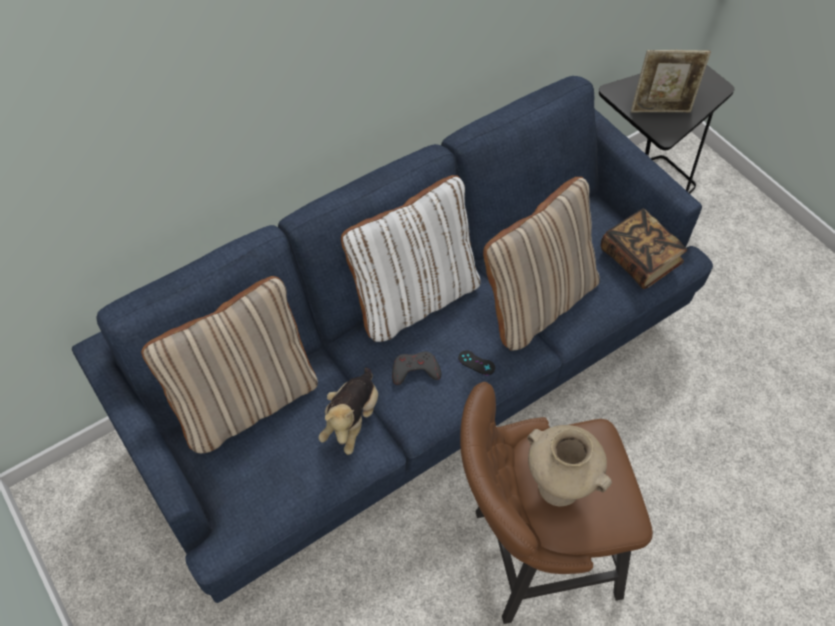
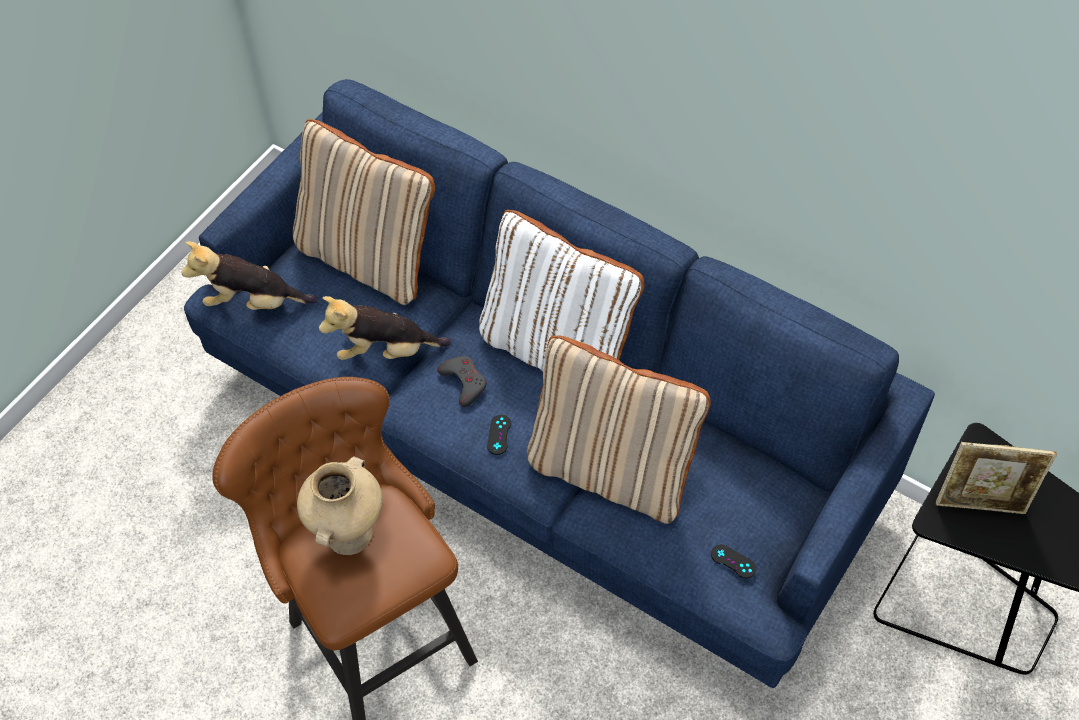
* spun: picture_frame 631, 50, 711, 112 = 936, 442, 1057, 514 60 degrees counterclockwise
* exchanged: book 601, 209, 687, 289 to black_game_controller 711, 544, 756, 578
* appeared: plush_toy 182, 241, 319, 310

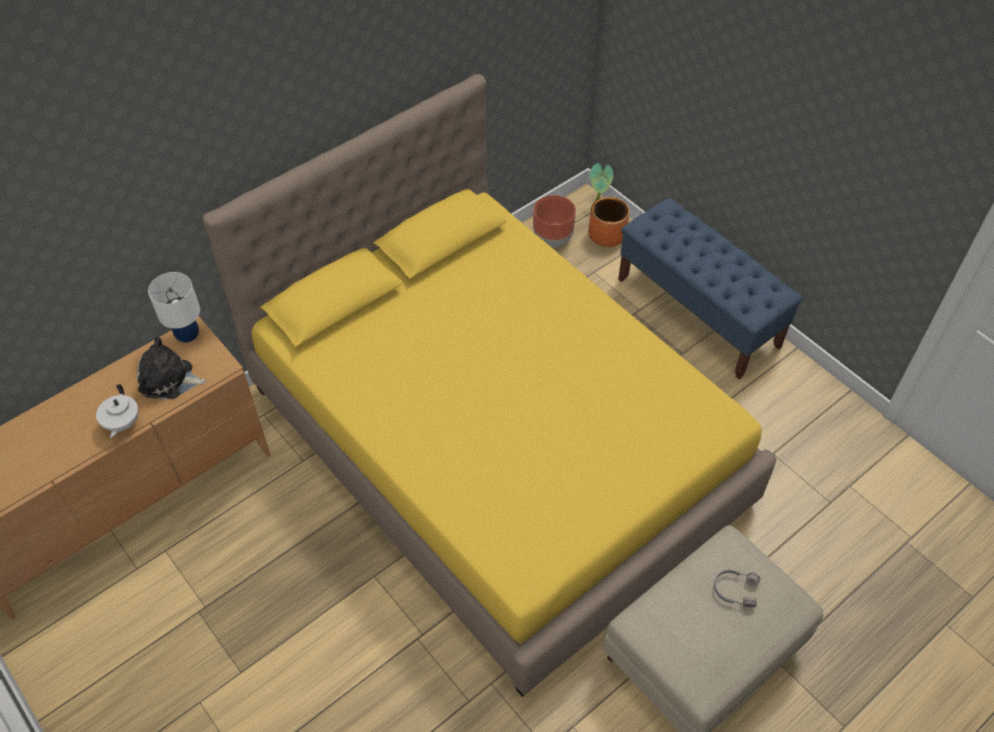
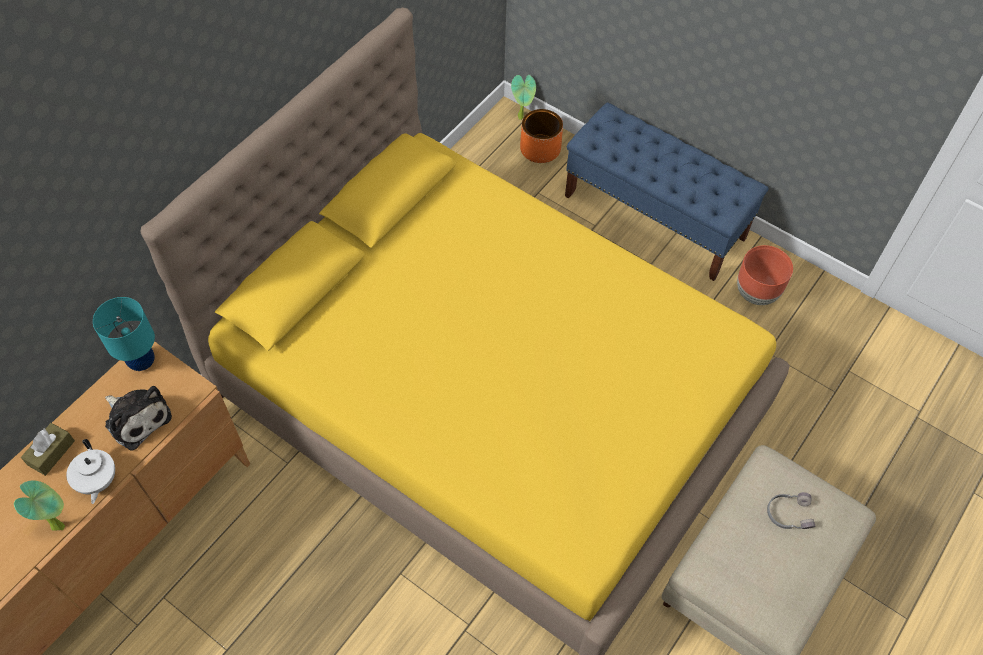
* relocated: brown_planter 533, 195, 576, 248 to 737, 245, 793, 305
* colour: white_table_lamp 148, 272, 200, 342 to turquoise_table_lamp 93, 297, 155, 371
* spun: plush_toy 136, 337, 207, 399 = 105, 386, 172, 451 135 degrees counterclockwise
* appeared: brown_tissue_box 21, 423, 75, 476
* appeared: potted_plant 14, 481, 65, 531

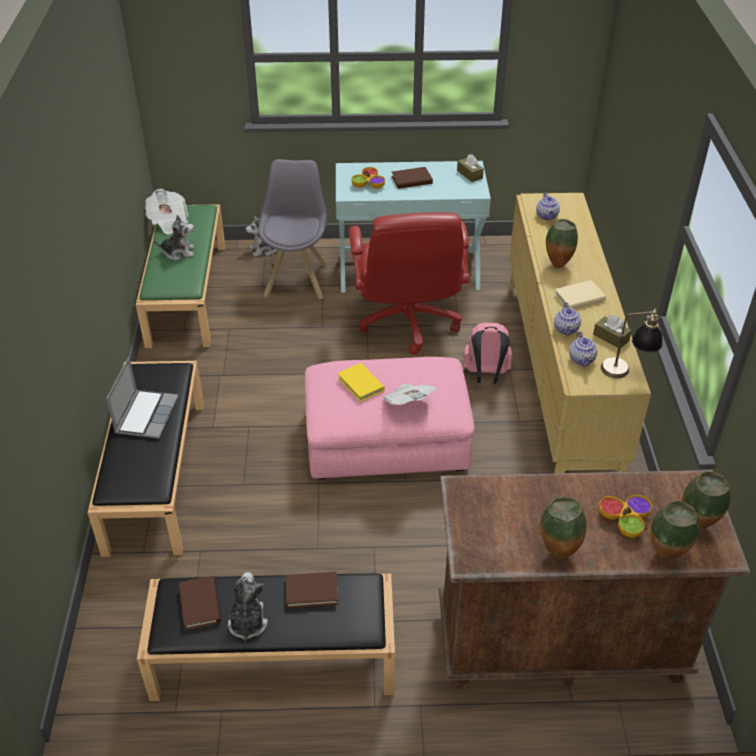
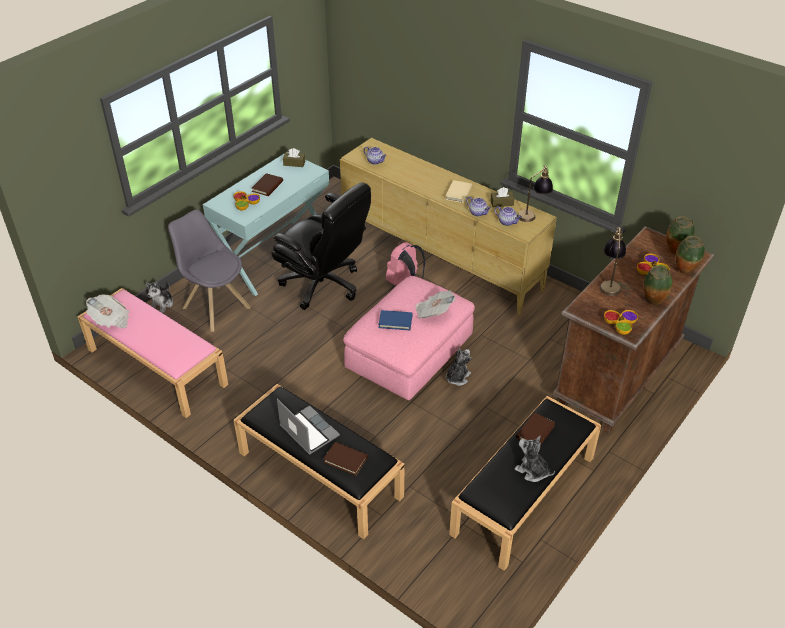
* colour: green_bench 136, 204, 225, 348 to pink_bench 78, 288, 228, 418
* colour: red_office_chair 349, 212, 469, 355 to black_office_chair 272, 182, 371, 310
* relocated: plush_toy 154, 215, 194, 260 to 446, 348, 472, 386
* missing: vase 546, 219, 578, 268
* colour: yellow_book 337, 363, 385, 402 to blue_book 379, 310, 413, 330
* relocated: brown_book 179, 576, 221, 630 to 323, 442, 368, 476
* appeared: table_lamp 599, 227, 626, 296
* appeared: bowl 604, 310, 638, 335

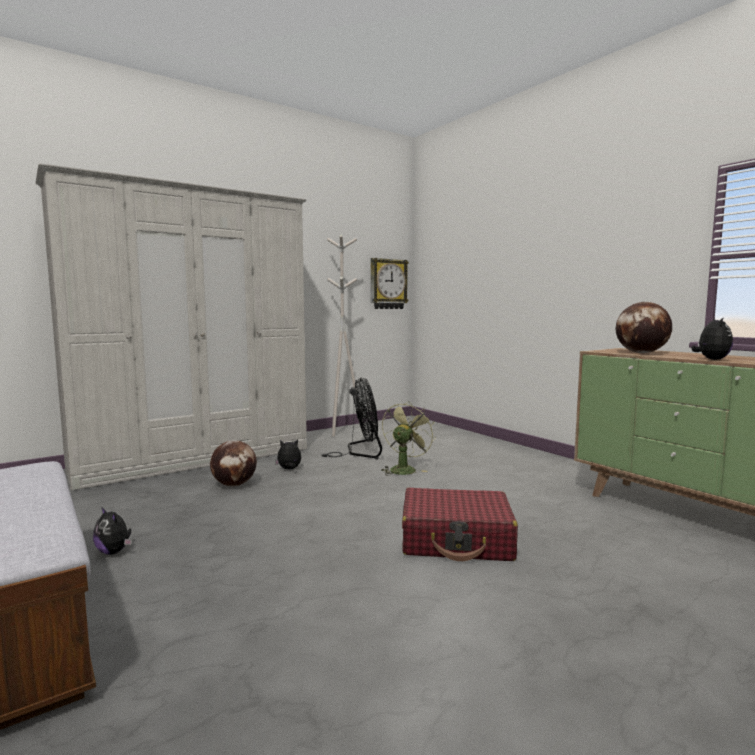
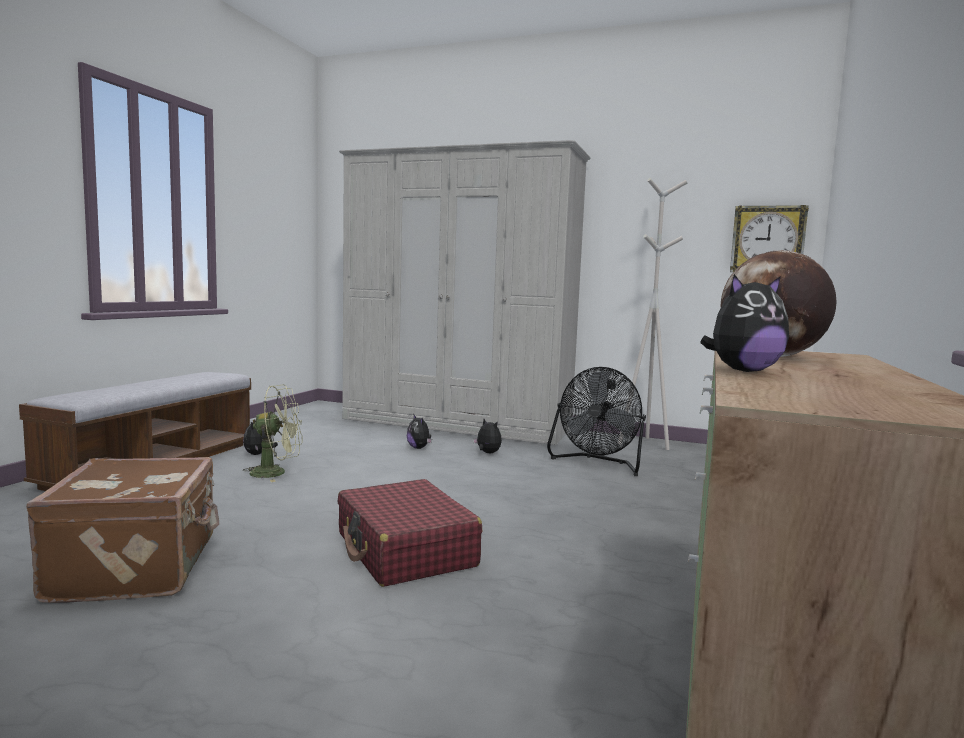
* spun: black_fan 321, 378, 382, 460 = 547, 367, 646, 476 75 degrees clockwise
* relocated: green_fan 381, 401, 436, 476 to 242, 385, 303, 482
* exchanged: globe 210, 440, 257, 486 to plush_toy 407, 415, 432, 449
* appeared: brown_suitcase 26, 457, 219, 603

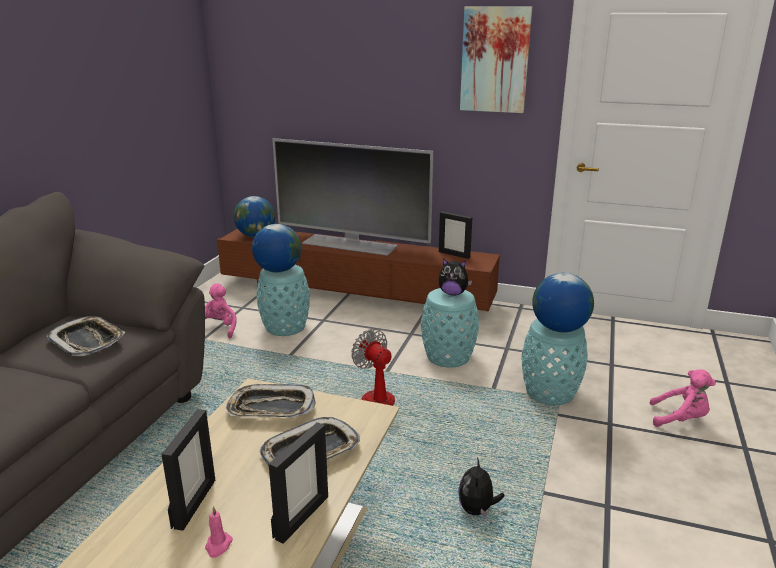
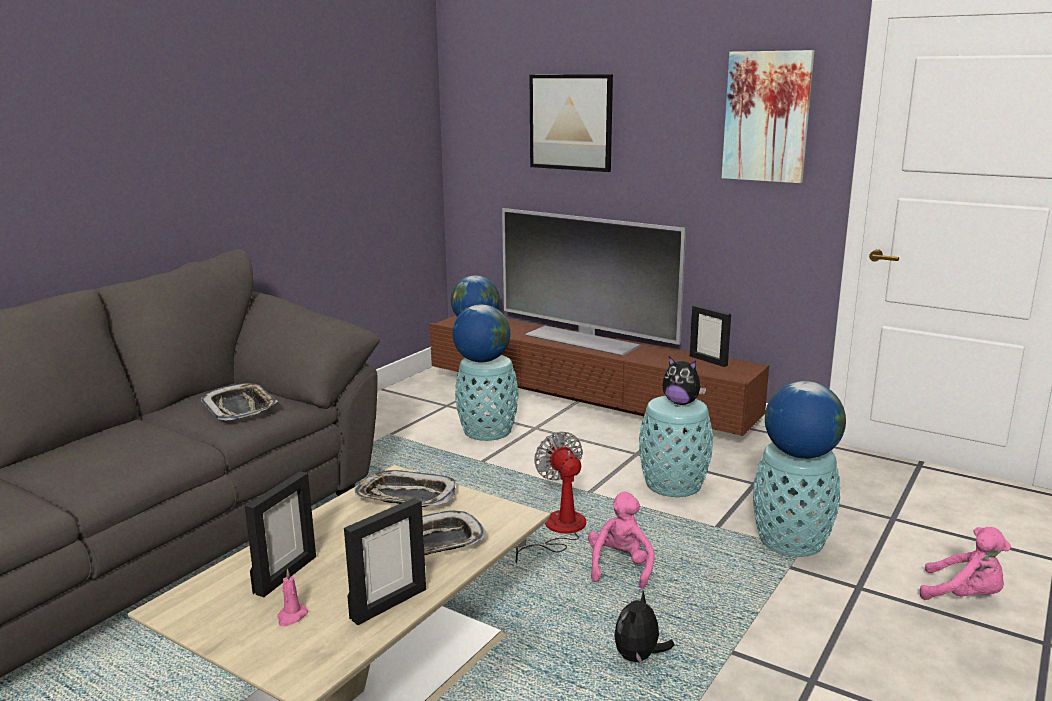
* relocated: pink_plush_toy 205, 283, 237, 338 to 588, 492, 654, 589
* appeared: picture 530, 74, 613, 172

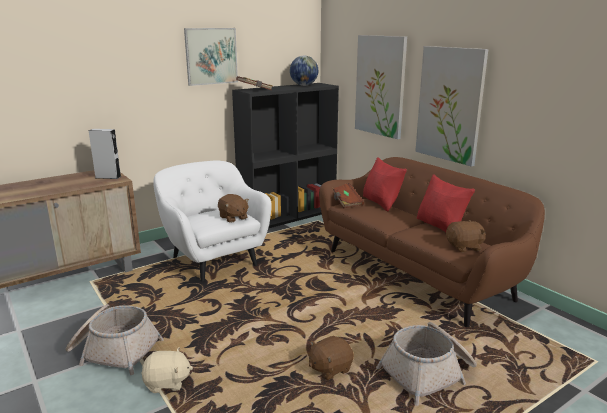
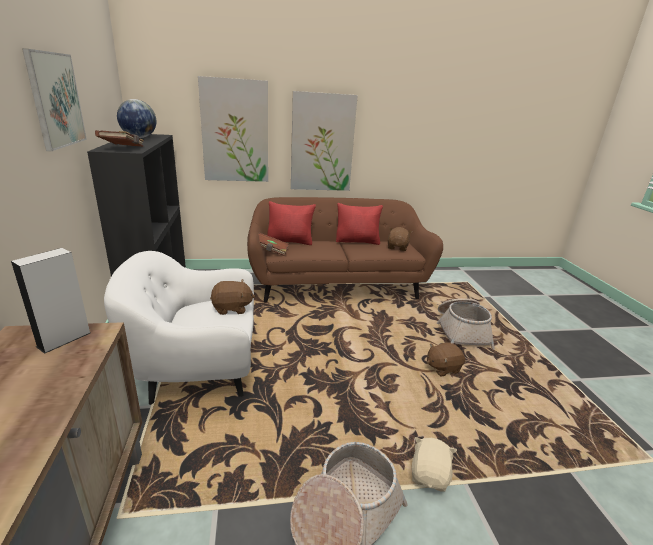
* spun: brown_plush_toy 309, 336, 354, 380 = 427, 342, 465, 377 75 degrees clockwise

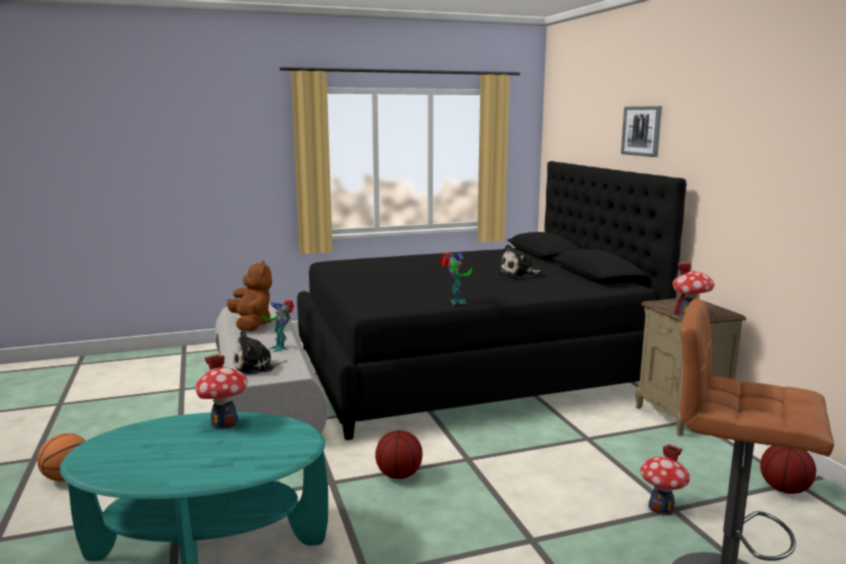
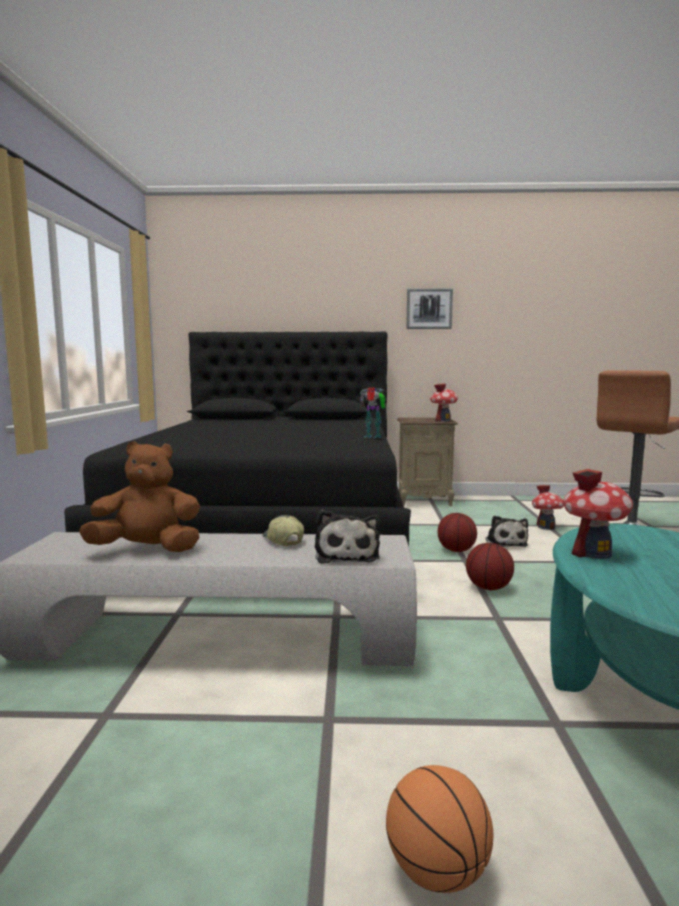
* relocated: picture 621, 106, 662, 157 to 406, 288, 453, 329
* relocated: plush_toy 499, 244, 540, 278 to 485, 515, 528, 547
* exchanged: toy_robot 263, 300, 294, 352 to cap 262, 515, 304, 546
* relocated: basketball 760, 446, 816, 494 to 438, 513, 477, 552

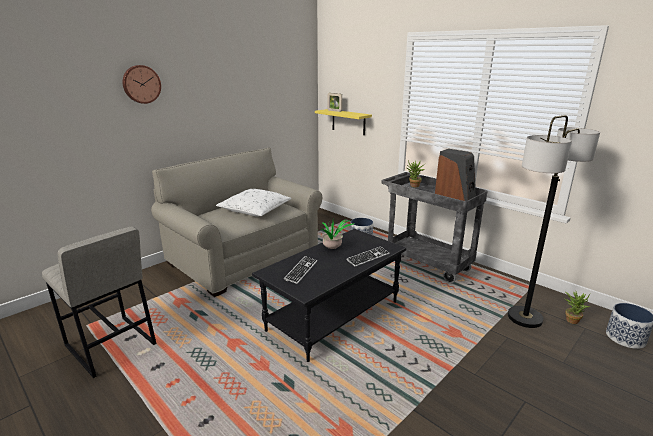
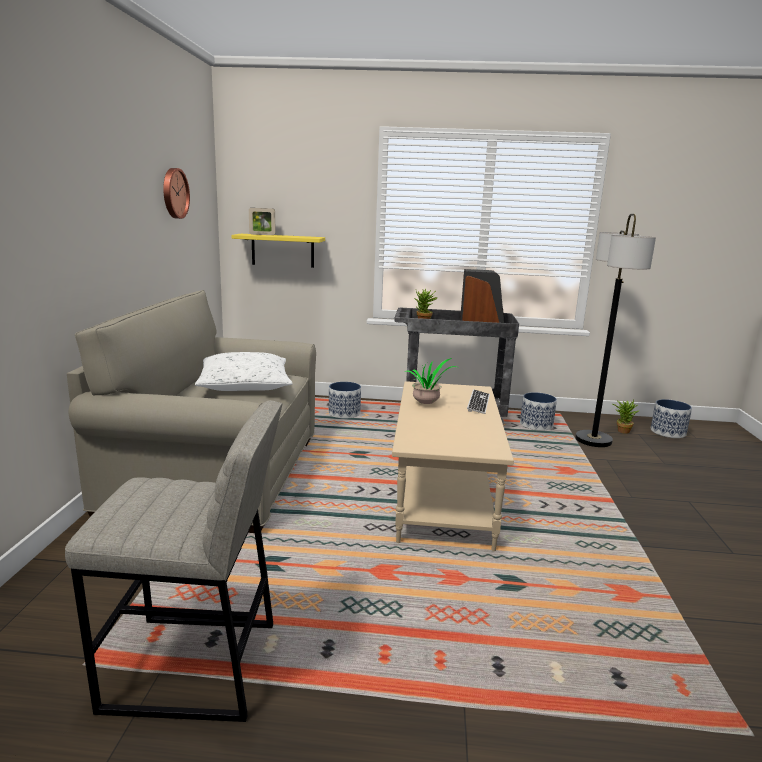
* relocated: wall_clock 123, 65, 161, 104 to 163, 168, 190, 219
* colour: black_coffee_table 252, 229, 406, 362 to beige_coffee_table 392, 381, 514, 551
* missing: keyboard 284, 256, 317, 284
* appeared: planter 520, 392, 557, 430

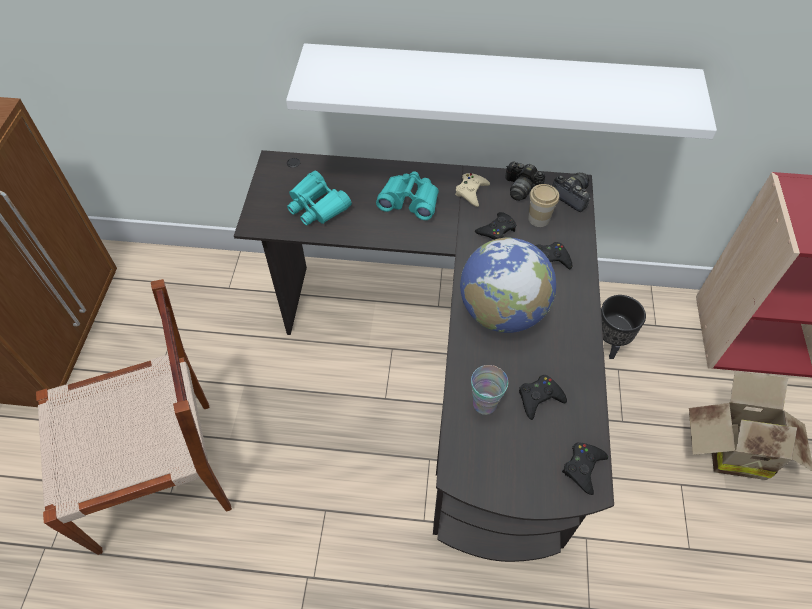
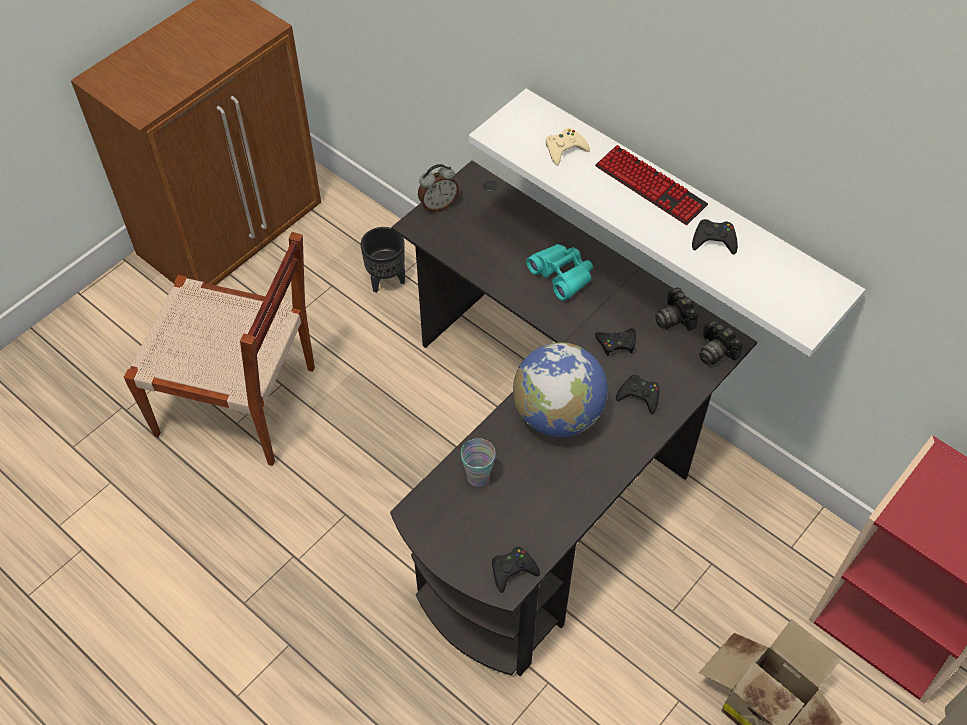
* missing: turquoise_binoculars 287, 171, 352, 225
* relocated: beige_game_controller 455, 173, 490, 207 to 546, 128, 590, 166
* spun: photo_camera 552, 173, 591, 212 = 699, 320, 743, 365 150 degrees clockwise
* missing: cup 528, 184, 559, 227
* relocated: black_planter 601, 295, 646, 359 to 361, 227, 405, 293
* relocated: black_game_controller 519, 375, 567, 420 to 692, 219, 738, 255
* appeared: keyboard 595, 145, 708, 225
* appeared: alarm_clock 418, 164, 459, 212

